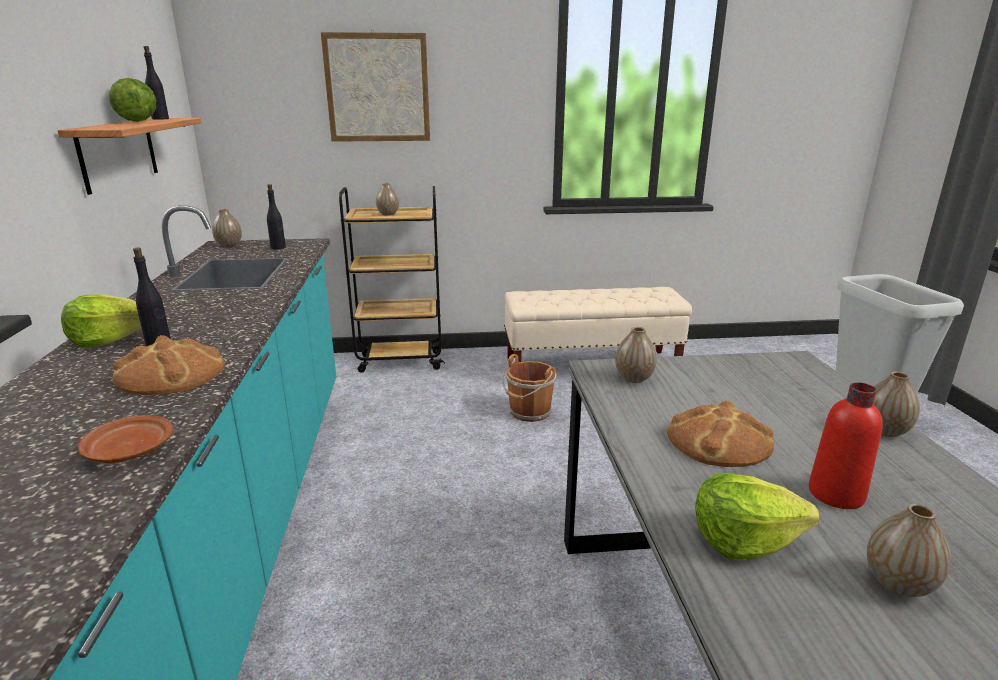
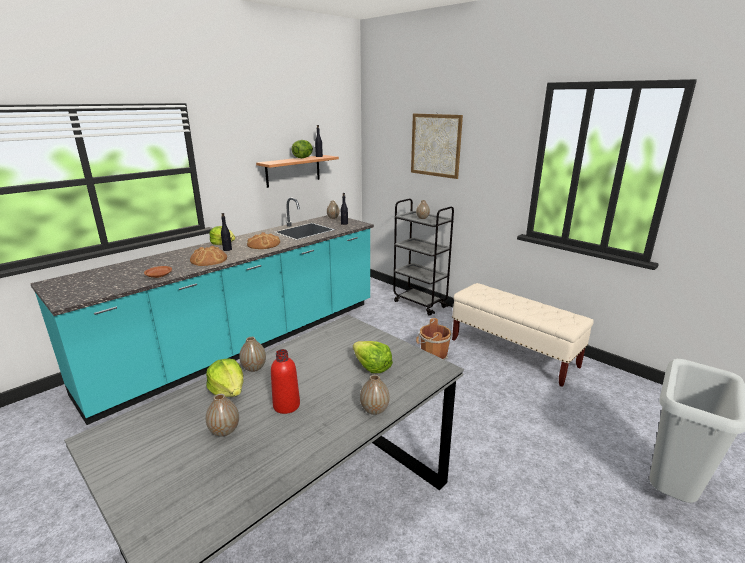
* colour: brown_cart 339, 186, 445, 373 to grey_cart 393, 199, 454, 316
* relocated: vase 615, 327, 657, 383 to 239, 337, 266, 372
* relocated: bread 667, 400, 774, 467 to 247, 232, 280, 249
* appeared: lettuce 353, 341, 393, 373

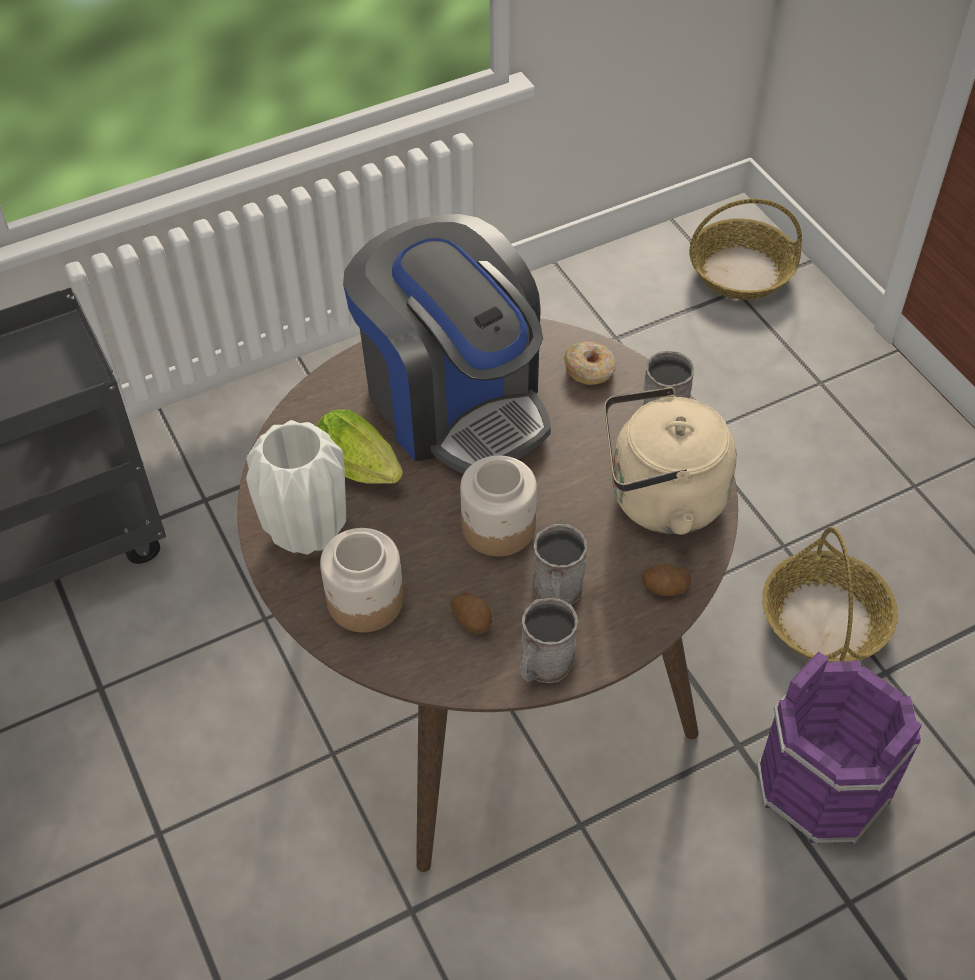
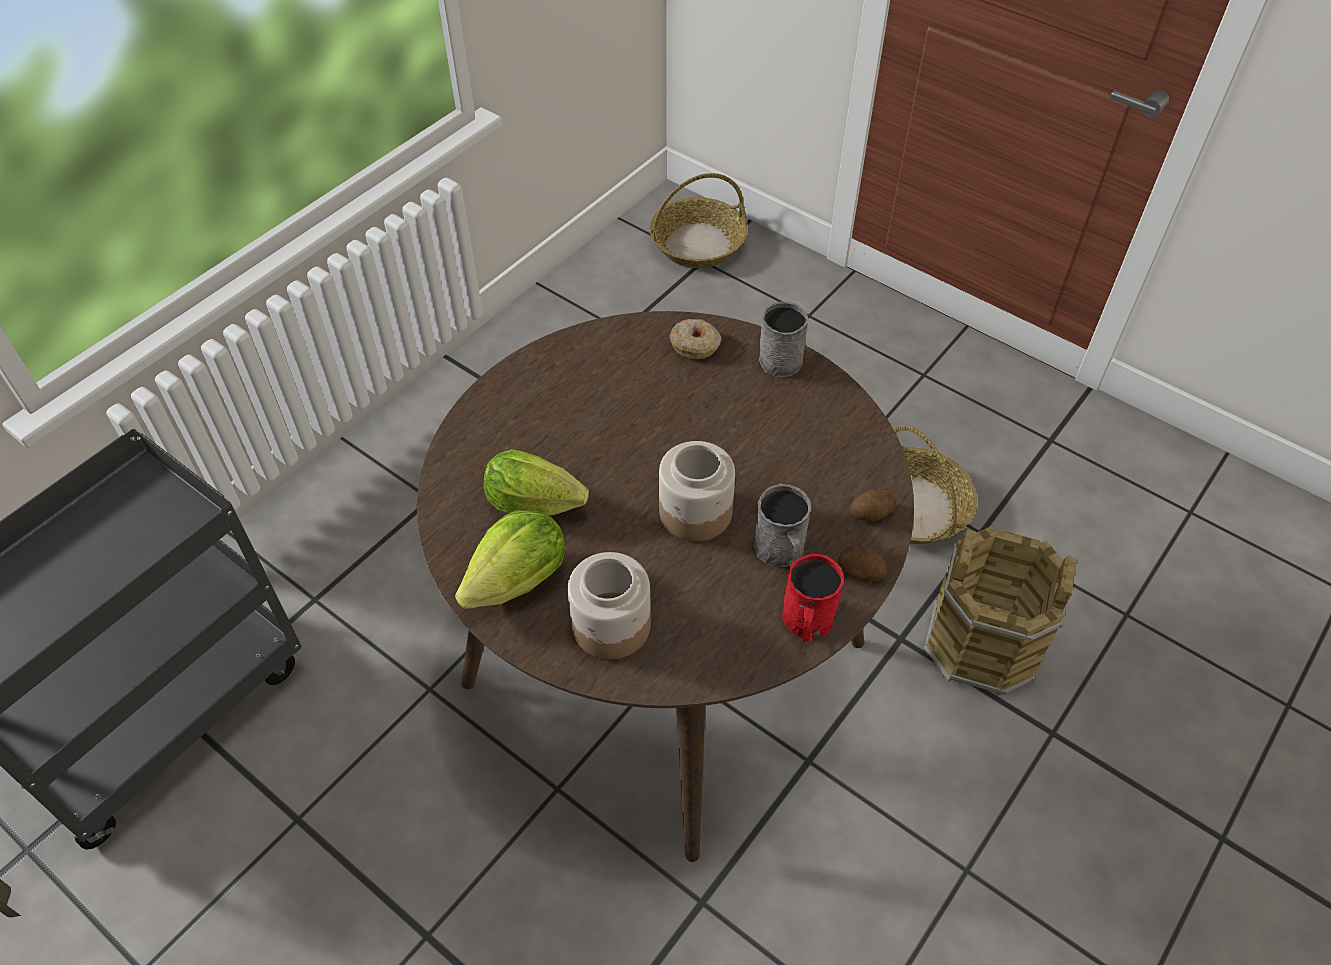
* missing: coffee_machine 343, 214, 551, 474
* missing: beige_kettle 604, 387, 737, 535
* exchanged: white_vase 246, 420, 346, 555 to lettuce 455, 510, 566, 609
* relocated: potato 450, 592, 492, 634 to 838, 547, 887, 582
* colour: grey_mug 520, 598, 578, 683 to red_mug 782, 554, 844, 642
* colour: purple_bucket 757, 651, 922, 845 to brown_bucket 924, 526, 1077, 696

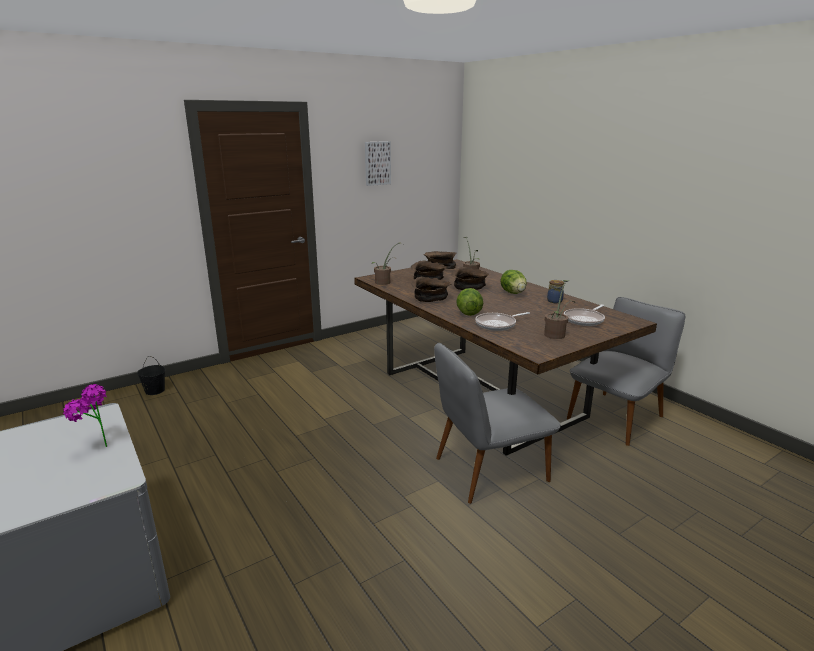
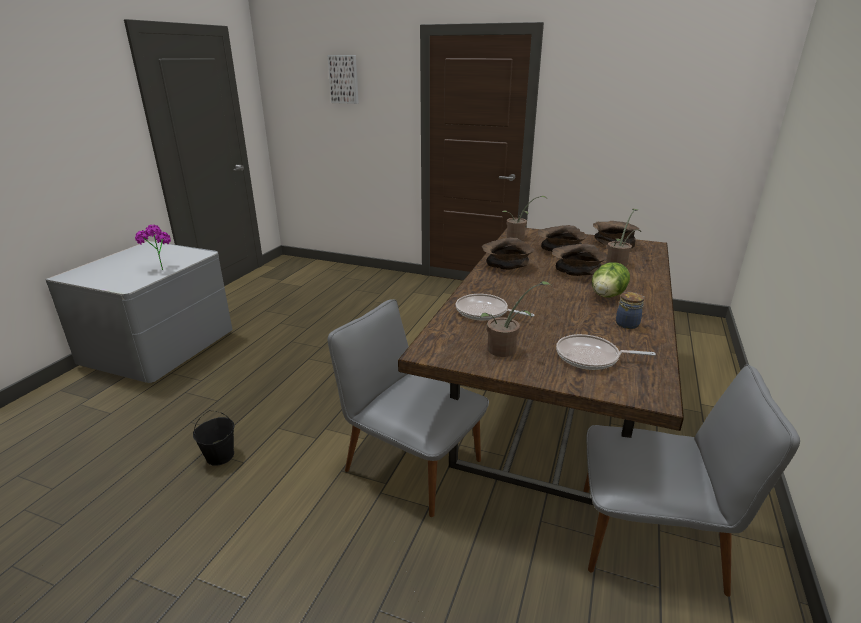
* relocated: picture 365, 141, 391, 186 to 327, 55, 359, 104
* missing: lettuce 456, 288, 483, 316
* relocated: black_bucket 137, 356, 165, 395 to 193, 410, 234, 466

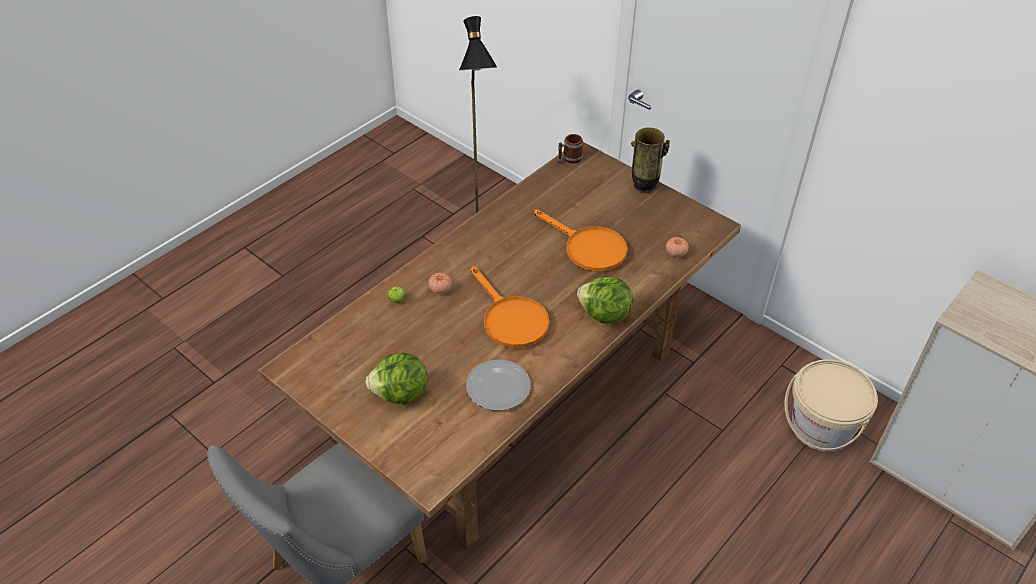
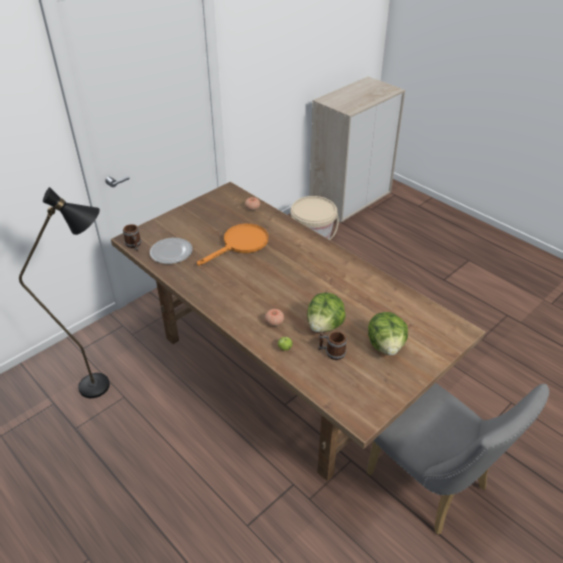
* missing: vase 631, 127, 670, 193
* missing: orange_frying_pan 471, 266, 549, 348
* relocated: lettuce 577, 276, 633, 323 to 307, 292, 345, 332
* relocated: plate 466, 360, 531, 411 to 150, 238, 193, 264
* appeared: mug 318, 331, 347, 360

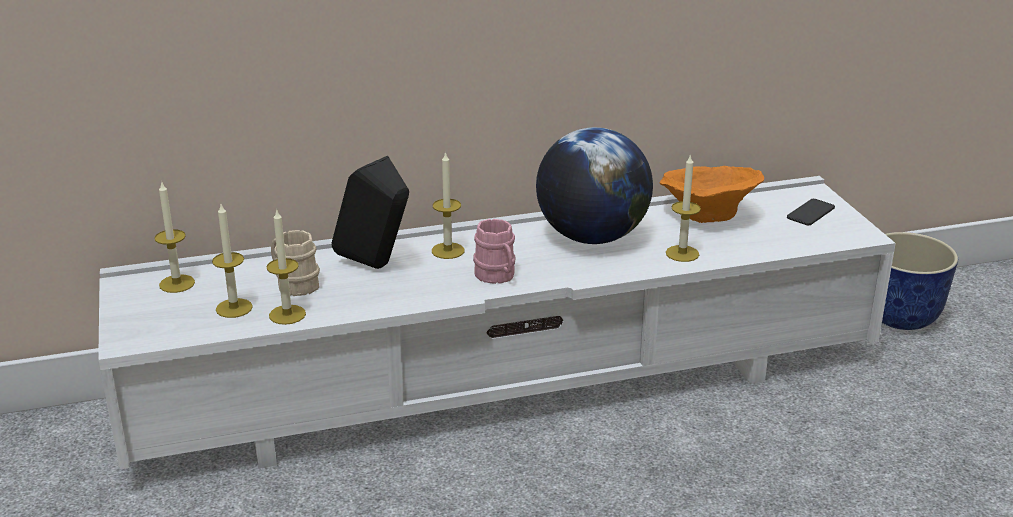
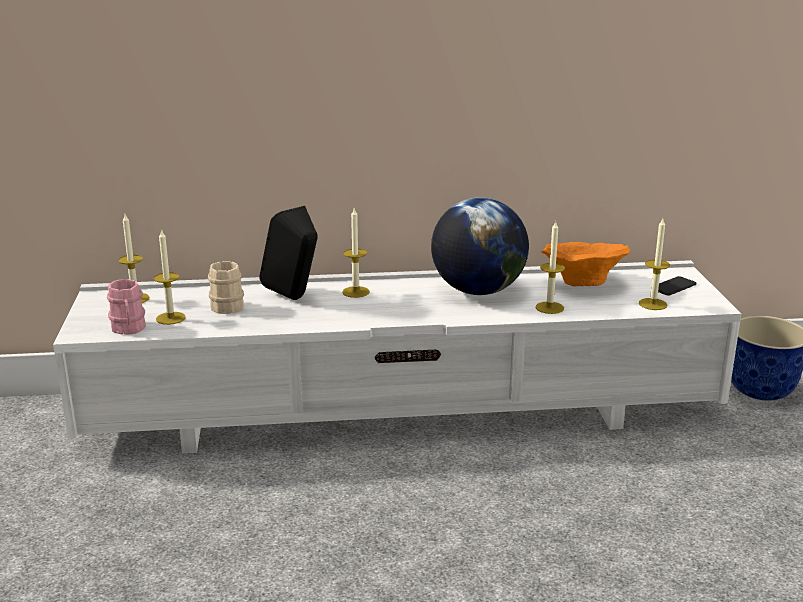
* relocated: candle 267, 210, 306, 325 to 639, 219, 670, 310
* relocated: pink_mug 473, 219, 516, 284 to 107, 279, 146, 335

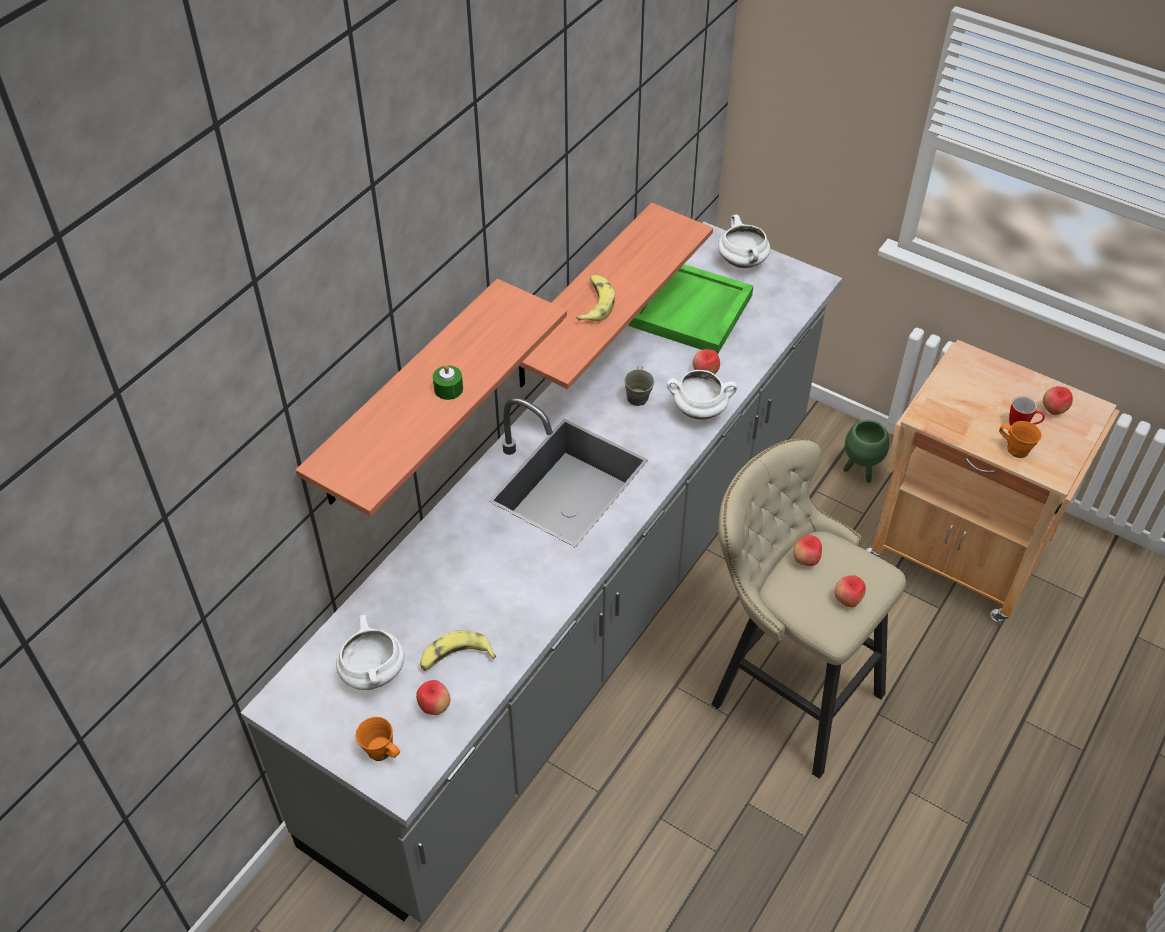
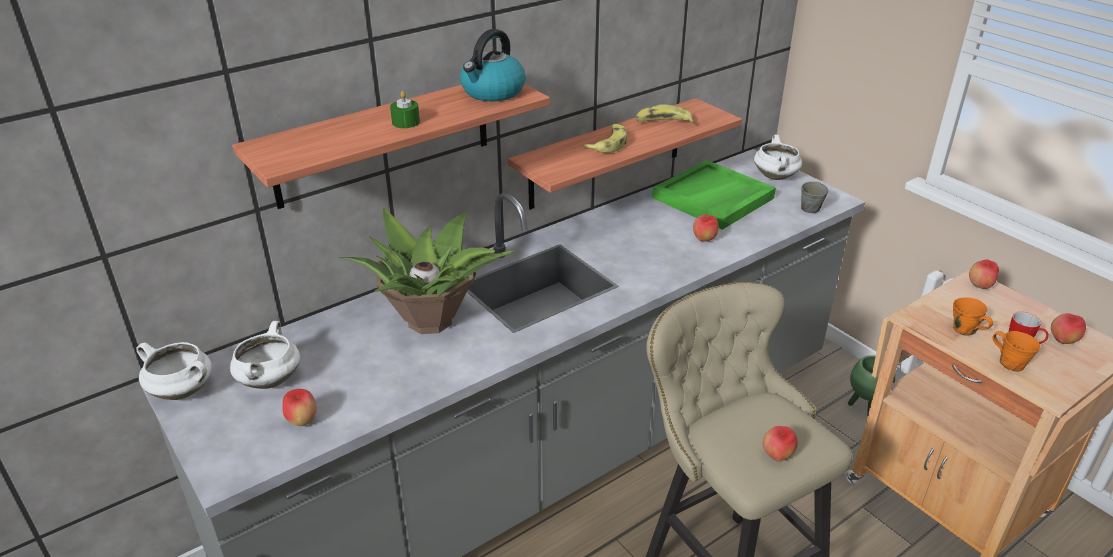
* relocated: grey_mug 624, 366, 654, 406 to 801, 182, 828, 213
* relocated: white_cooking_pot 667, 370, 737, 420 to 136, 342, 212, 400
* relocated: apple 793, 535, 822, 566 to 969, 260, 999, 289
* relocated: banana 420, 630, 496, 671 to 636, 104, 694, 123
* relocated: orange_mug 356, 717, 400, 761 to 953, 298, 993, 336
* appeared: kettle 460, 29, 526, 101
* appeared: potted_plant 338, 208, 514, 334

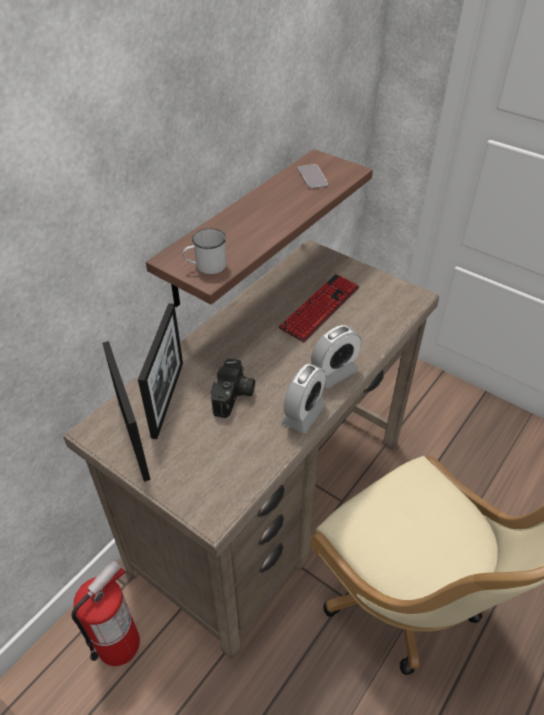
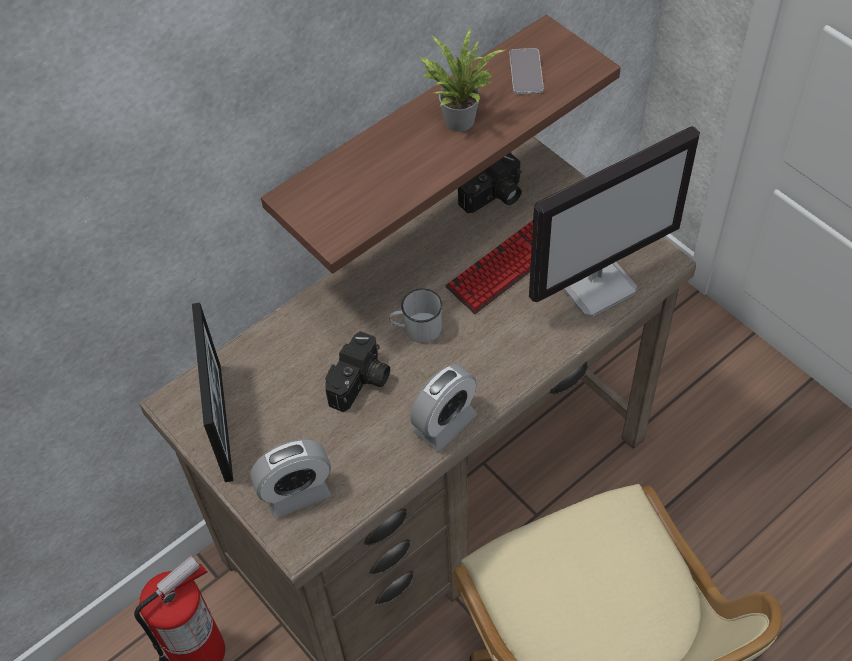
* relocated: white_mug 183, 228, 226, 274 to 389, 289, 443, 343
* missing: picture_frame 138, 303, 183, 439
* relocated: alarm_clock 311, 325, 361, 388 to 250, 439, 331, 518
* appeared: potted_plant 419, 28, 507, 132
* appeared: monitor 529, 126, 700, 318
* appeared: photo_camera 458, 153, 522, 213

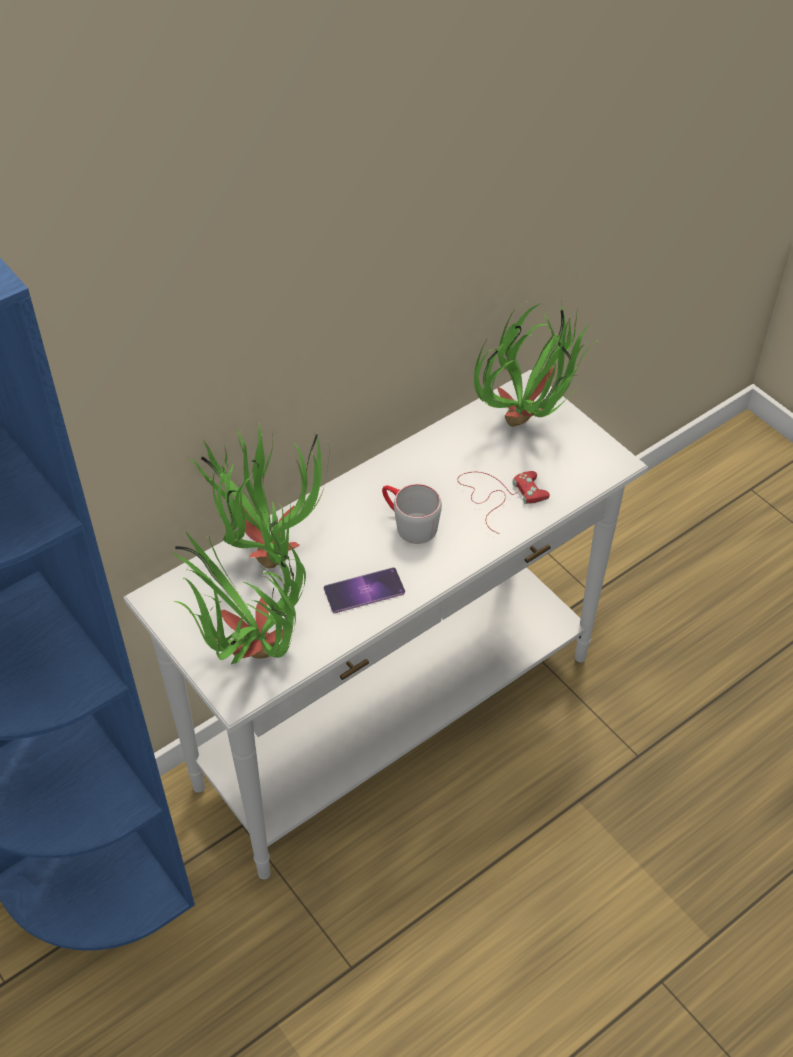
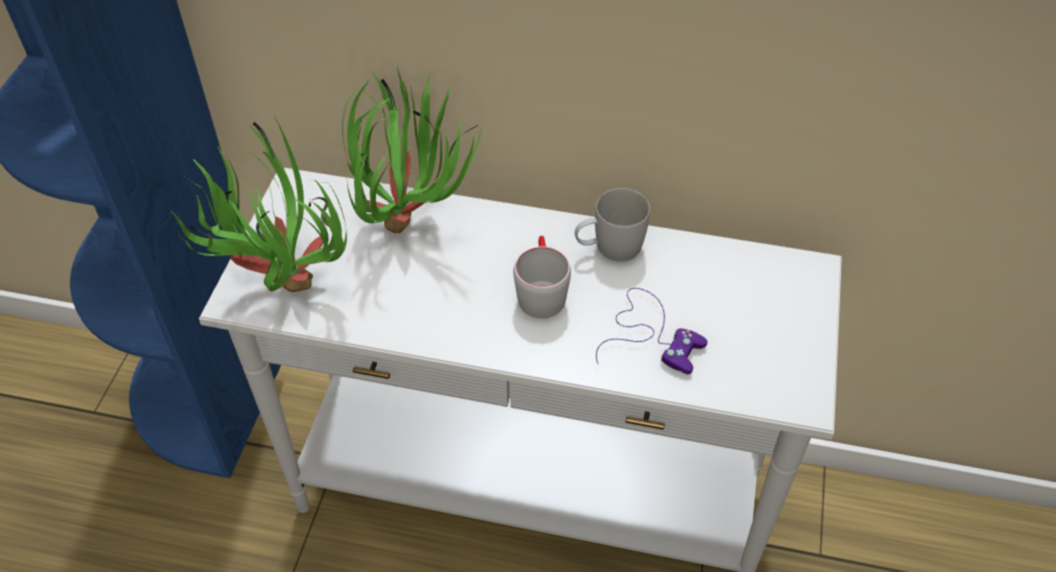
* missing: potted_plant 474, 302, 596, 427
* colour: red_game_controller 457, 471, 550, 534 to purple_game_controller 596, 288, 708, 374
* missing: phone 324, 567, 405, 613
* appeared: white_mug 575, 188, 650, 261

